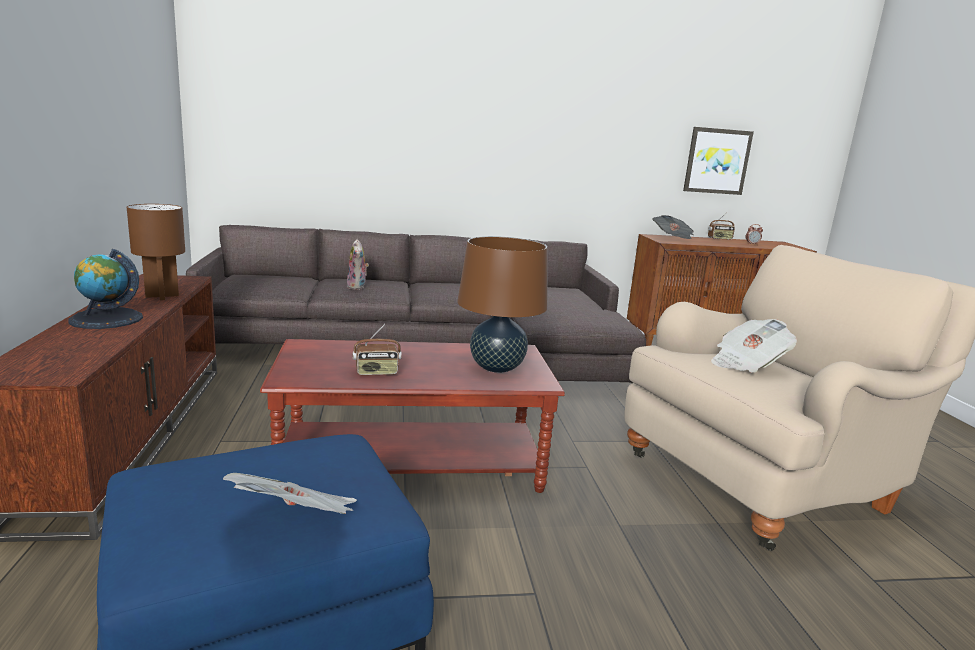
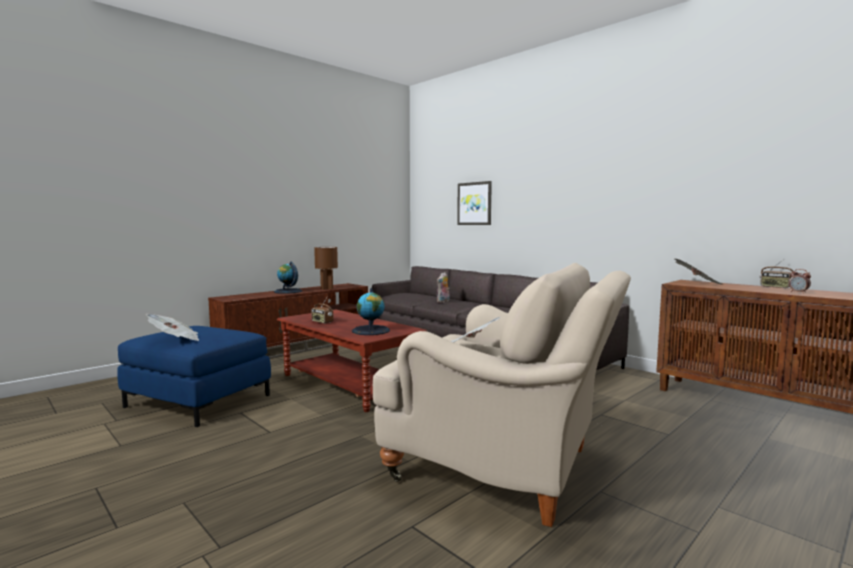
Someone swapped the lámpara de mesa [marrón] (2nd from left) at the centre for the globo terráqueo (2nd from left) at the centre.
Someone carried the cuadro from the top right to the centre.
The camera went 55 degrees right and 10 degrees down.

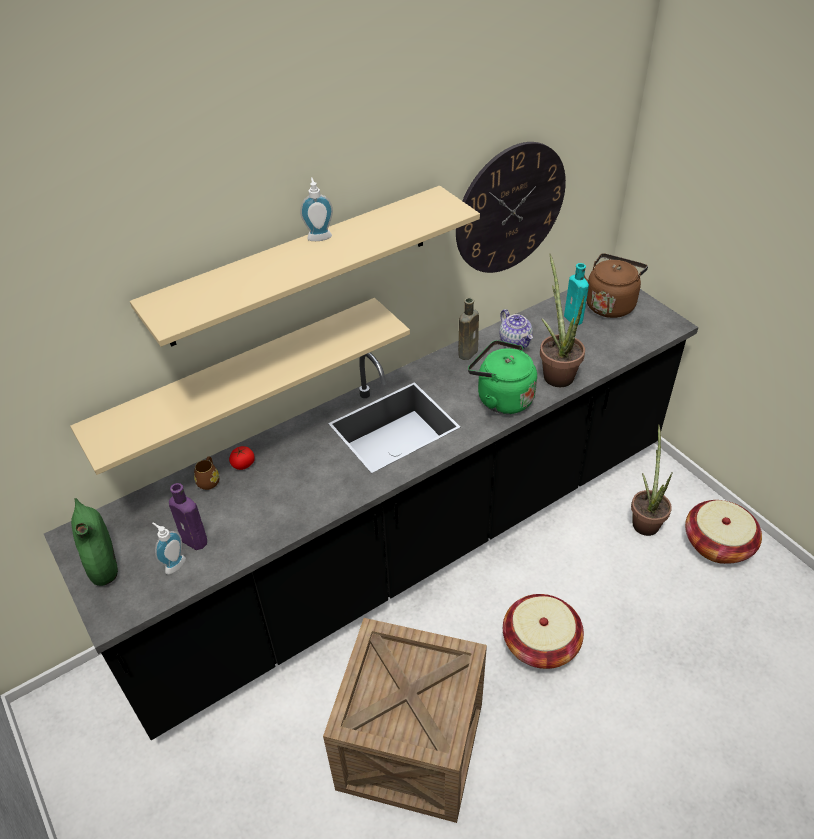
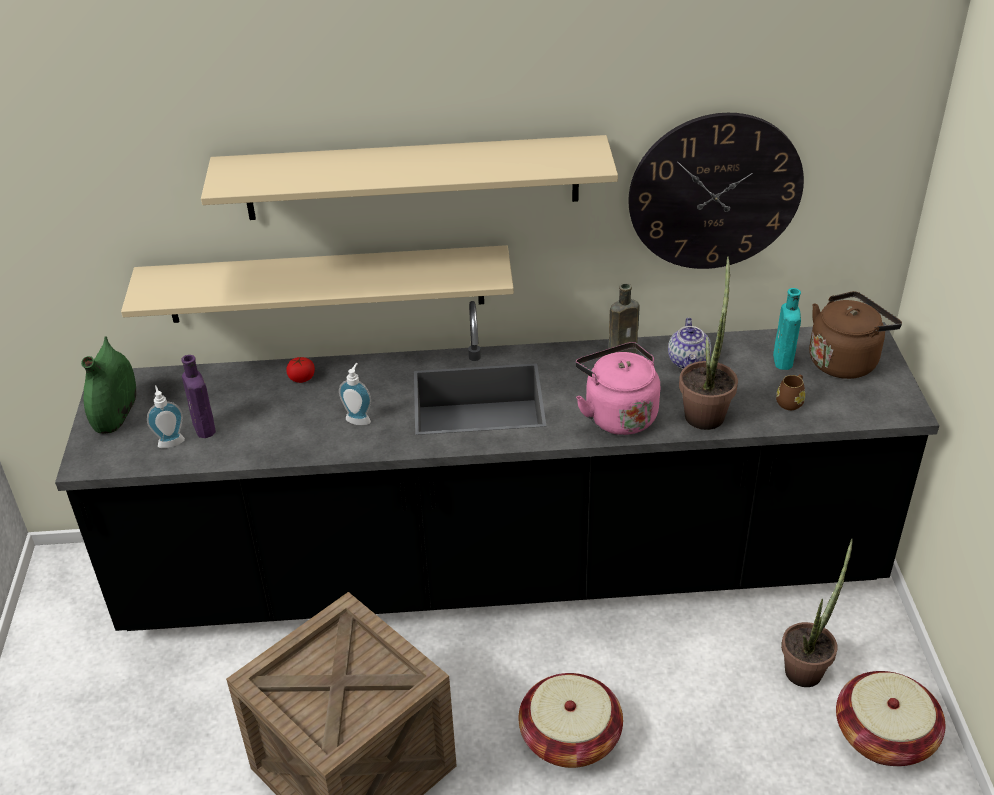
Someone carried the taza grande [marrón] from the middle left to the middle right.
Someone carried the dispensador de jabón (2nd from left) from the top centre to the centre.
Someone repainted the hervidor [verde] at the centre, which became the hervidor [rosa] at the centre.
The camera went 30 degrees right and 5 degrees down.

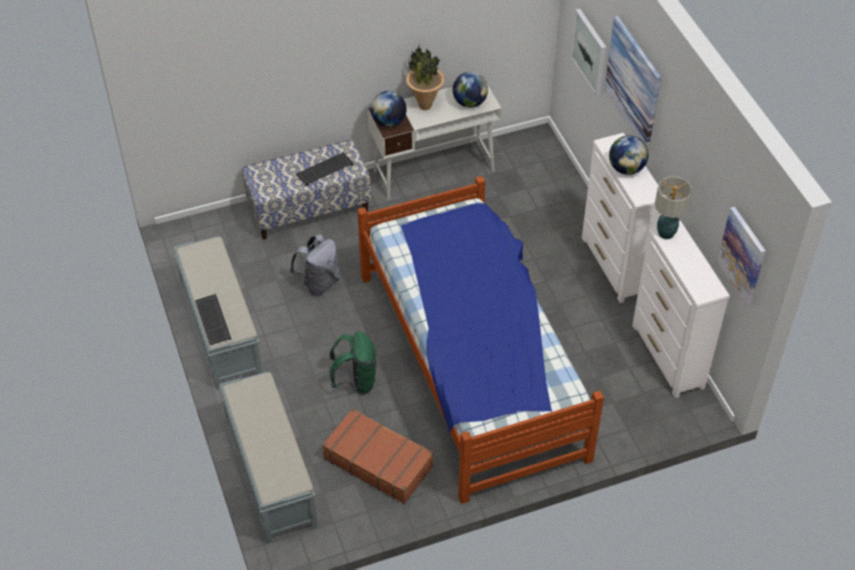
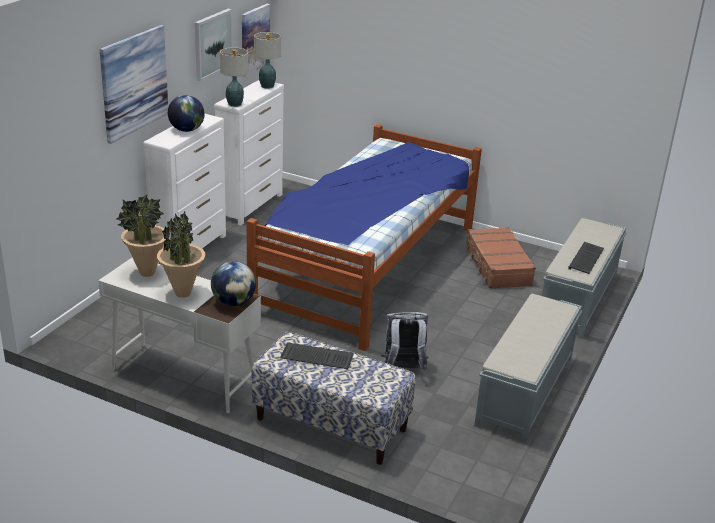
Someone carried the teclado (1st from left in the first image) from the middle left to the middle right.
Someone took away the mochila [verde] at the centre.
Someone swapped the globo terráqueo (2nd from left) at the top centre for the planta en maceta (1st from left) at the middle left.
Someone carried the cuadro (1st from left in the first image) from the top right to the top left.
Someone put down the lámpara de mesa (2nd from left) at the top centre.
The camera went 135 degrees left and 20 degrees down.

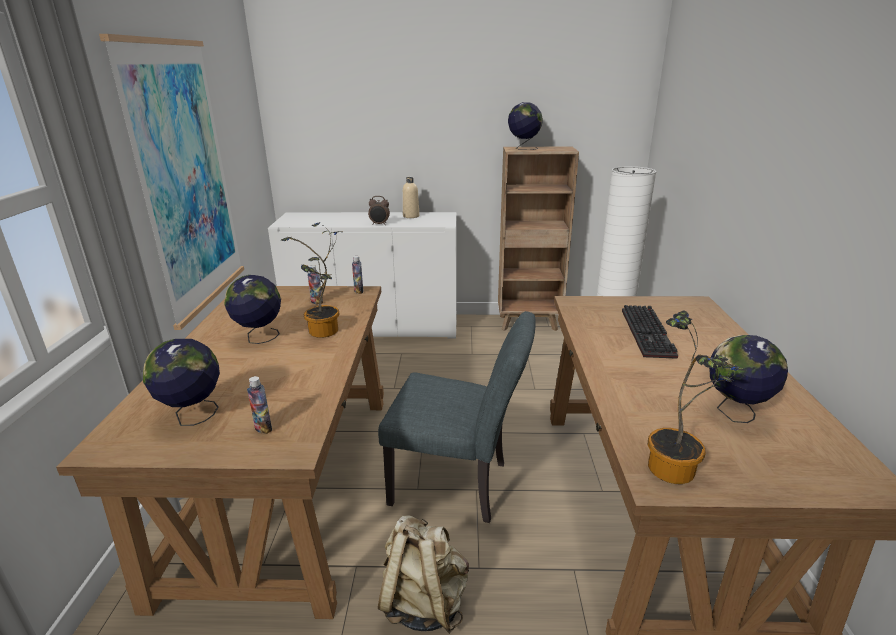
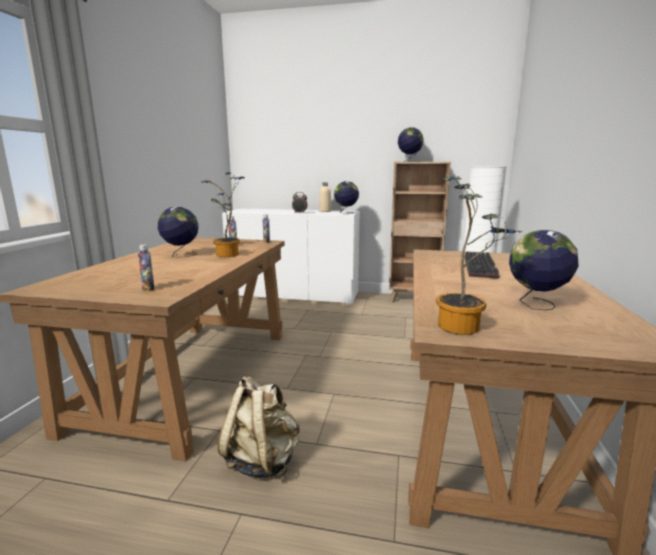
Someone took away the cuadro at the top left.
Someone carried the globo terráqueo (1st from left in the first image) from the middle left to the centre.
Someone took away the silla [gris] at the centre.
The camera went 10 degrees right and 10 degrees down.

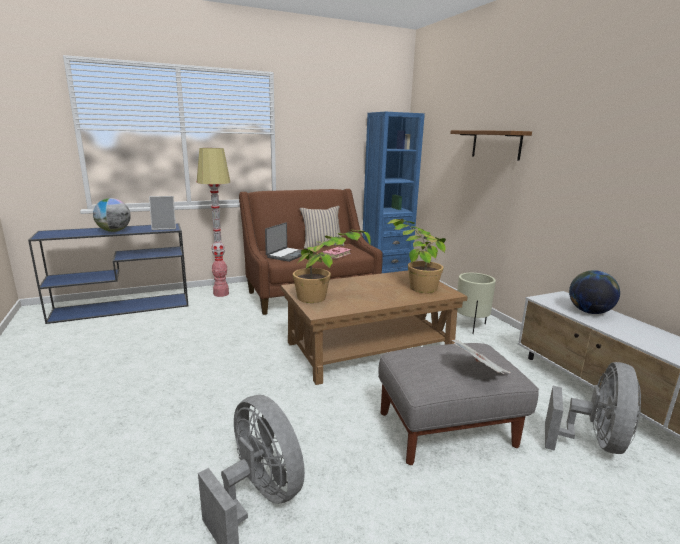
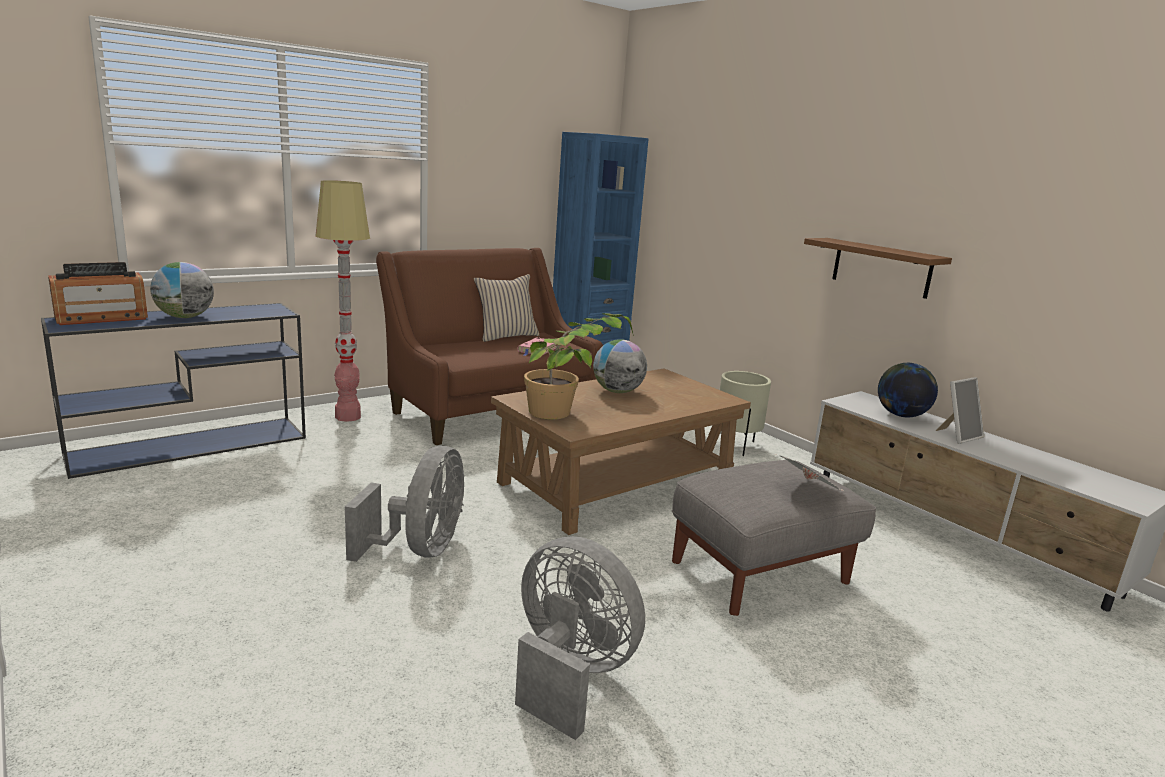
Someone carried the portarretratos from the middle left to the middle right.
Someone took away the portátil at the centre.
Someone took away the planta en maceta (2nd from left) at the centre.
Someone carried the estante [marrón] from the top right to the middle right.
Someone carried the ventilador [gris] (2nd from left in the first image) from the bottom right to the centre.
Someone put down the radio at the middle left.
Someone put down the globo terráqueo (2nd from left) at the centre.
The camera went 15 degrees left and 0 degrees up.

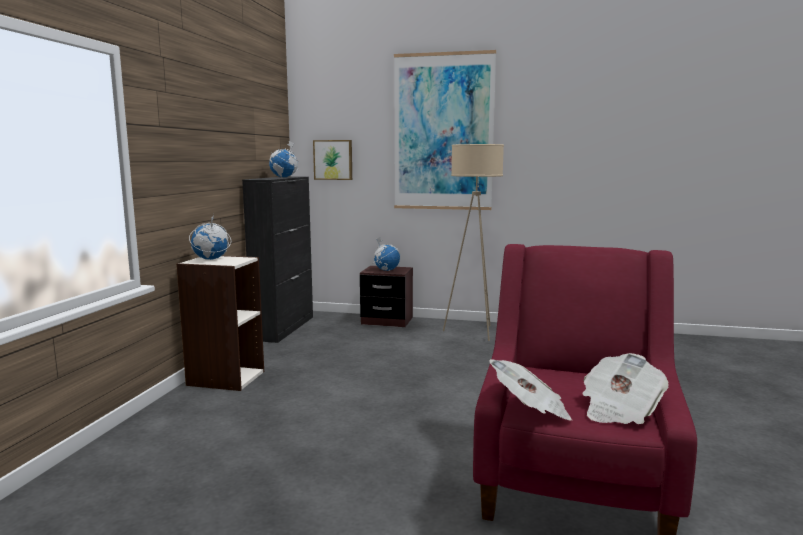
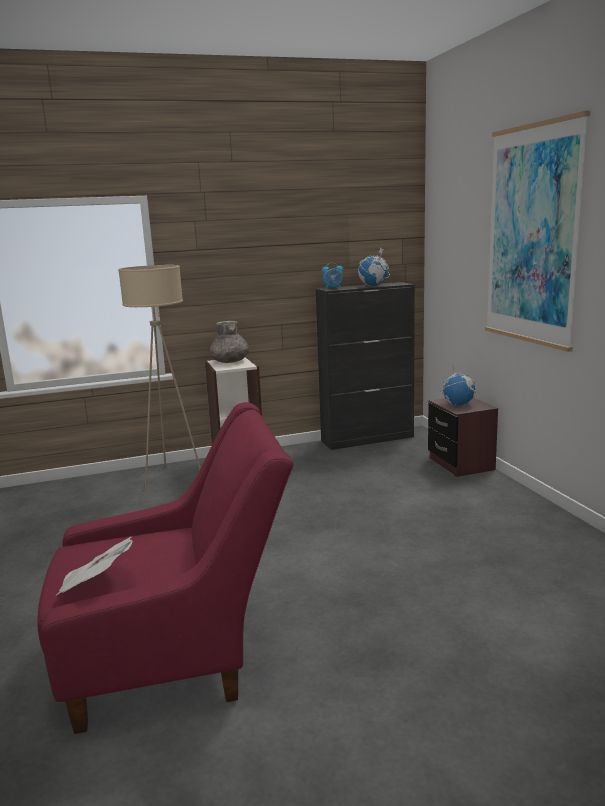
Someone swapped the globo terráqueo (1st from left) at the middle left for the florero [gris] at the centre.
Someone took away the cuadro (1st from left) at the top centre.
Someone carried the lámpara de pie [beis] from the centre to the middle left.
Someone took away the periódico (1st from left) at the bottom centre.
Someone put down the despertador at the centre.
The camera went 60 degrees right and 5 degrees up.

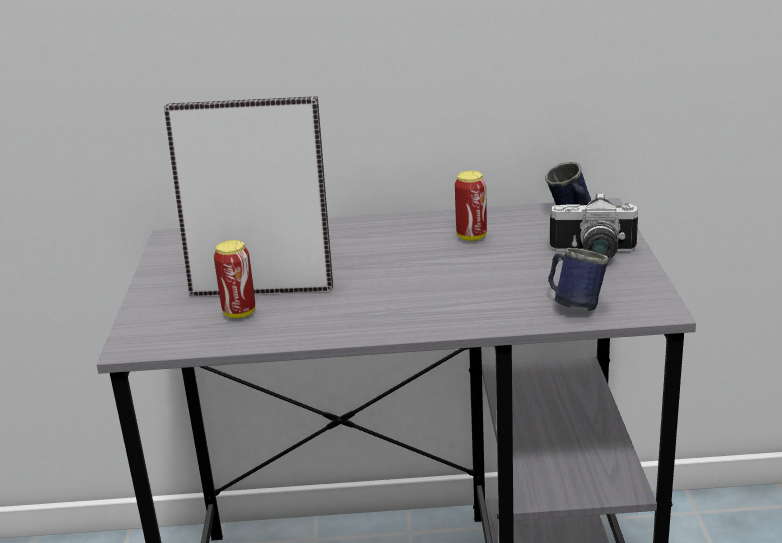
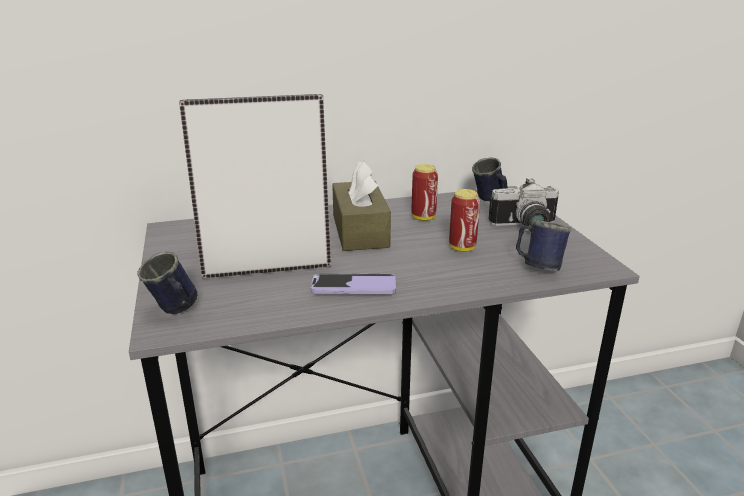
Someone carried the lata (1st from left in the first image) from the middle left to the centre.
Someone put down the taza grande [azul] (1st from left) at the middle left.
Someone put down the móvil at the centre.
Someone put down the caja de pañuelos [marrón] at the centre.
The camera went 15 degrees left and 0 degrees up.

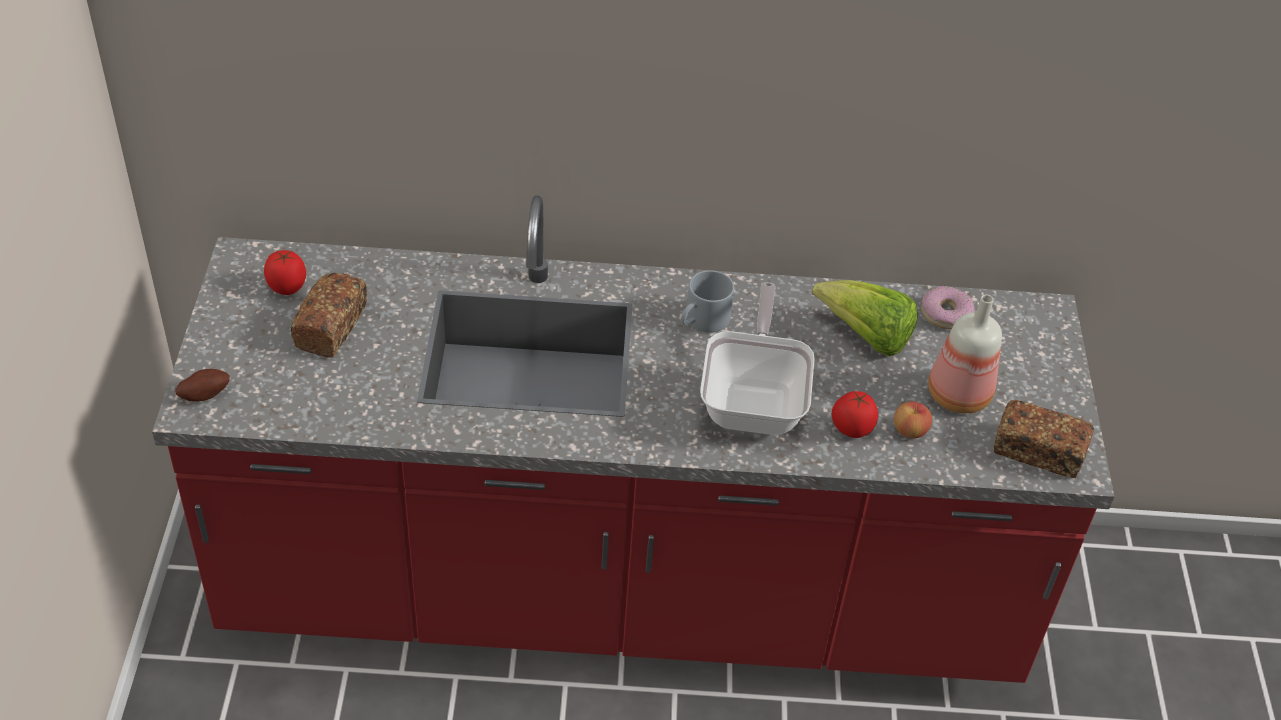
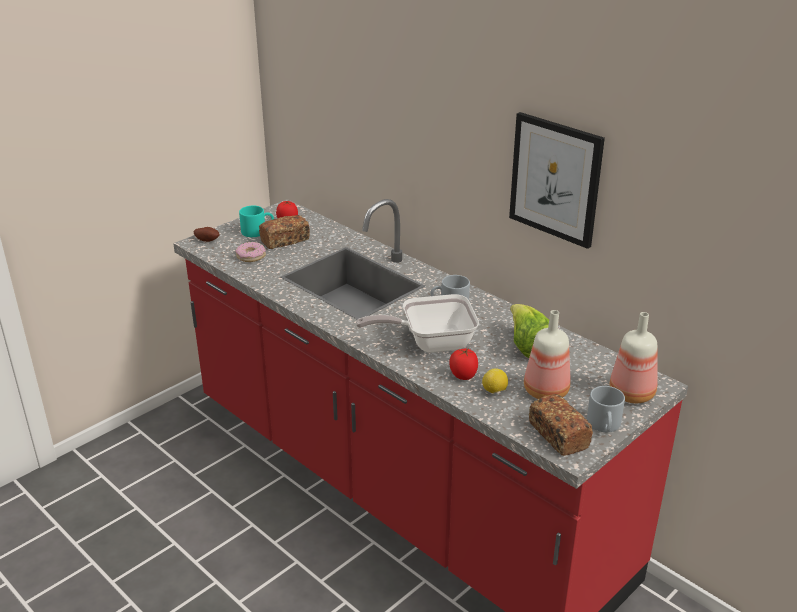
Someone rotated the sartén at the centre by 150 degrees counterclockwise.
Someone swapped the manzana at the middle right for the limón at the centre.
Someone carried the rosquilla from the middle right to the middle left.
Someone put down the taza grande [turquesa] at the middle left.
Someone put up the cuadro at the top right.
Someone put down the taza grande [gris] (2nd from left) at the bottom right.
Someone put down the botella (2nd from left) at the middle right.
The camera went 45 degrees right and 15 degrees down.

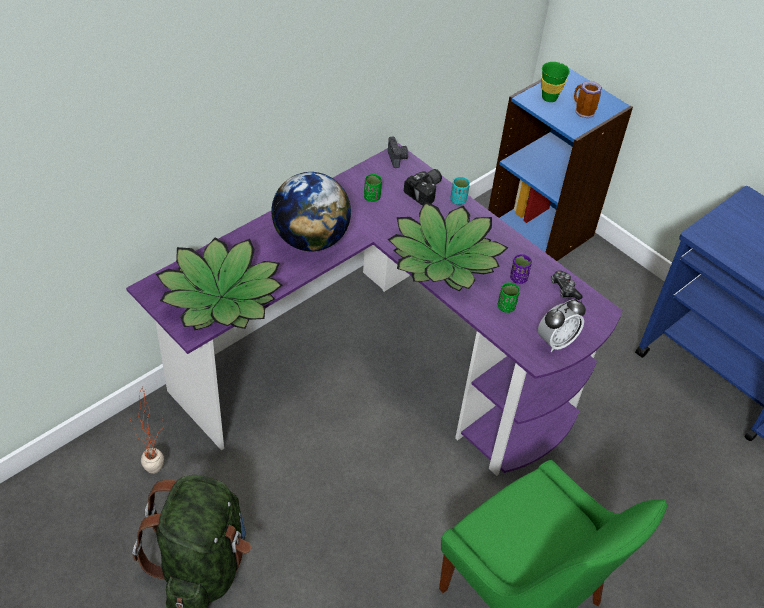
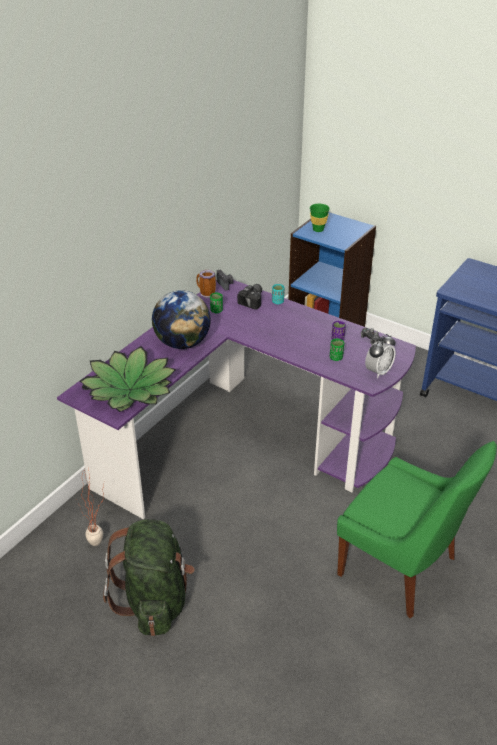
Someone took away the planta en maceta (3rd from left) at the centre.
Someone carried the taza grande from the top right to the centre.
The camera went 10 degrees left and 10 degrees down.

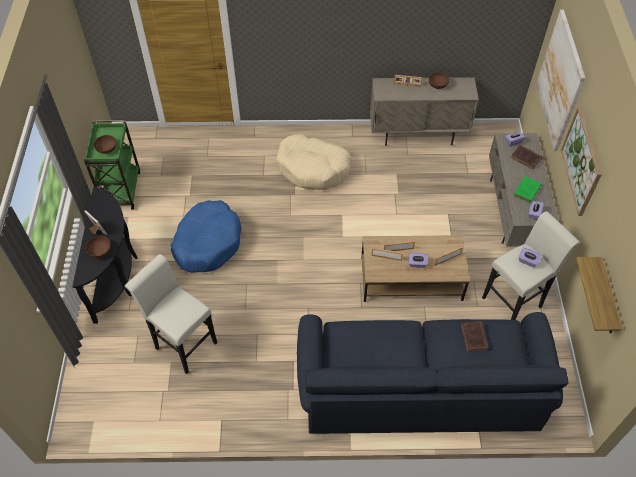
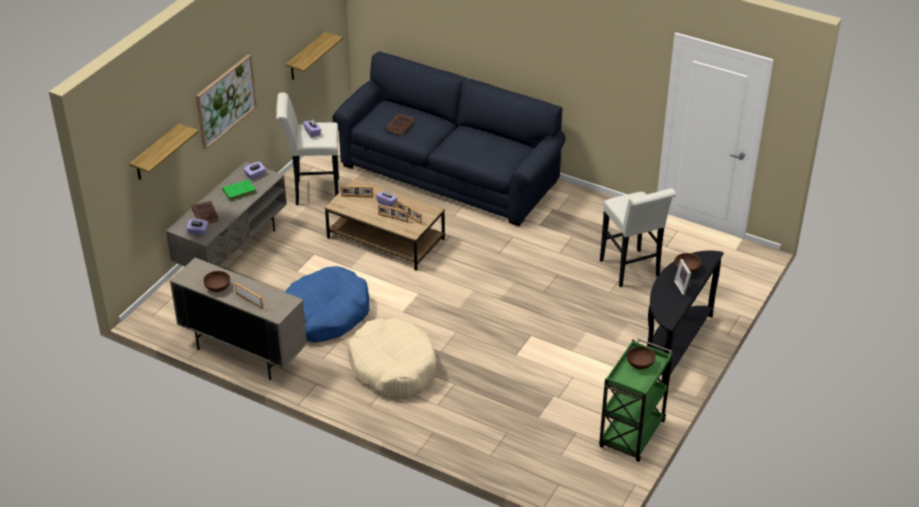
Someone carried the cama para perro [azul] from the middle left to the centre.
Someone swapped the cuadro (1st from left) at the top right for the estante (1st from left) at the top left.
The camera went 150 degrees left and 15 degrees down.

